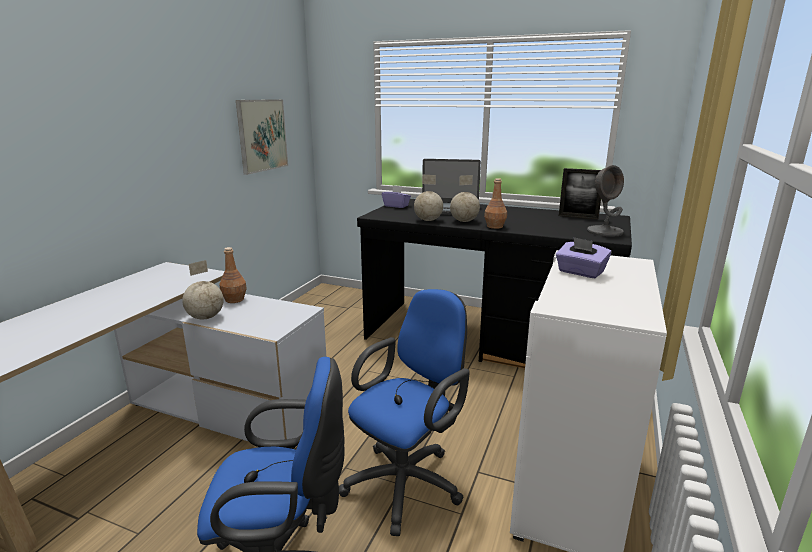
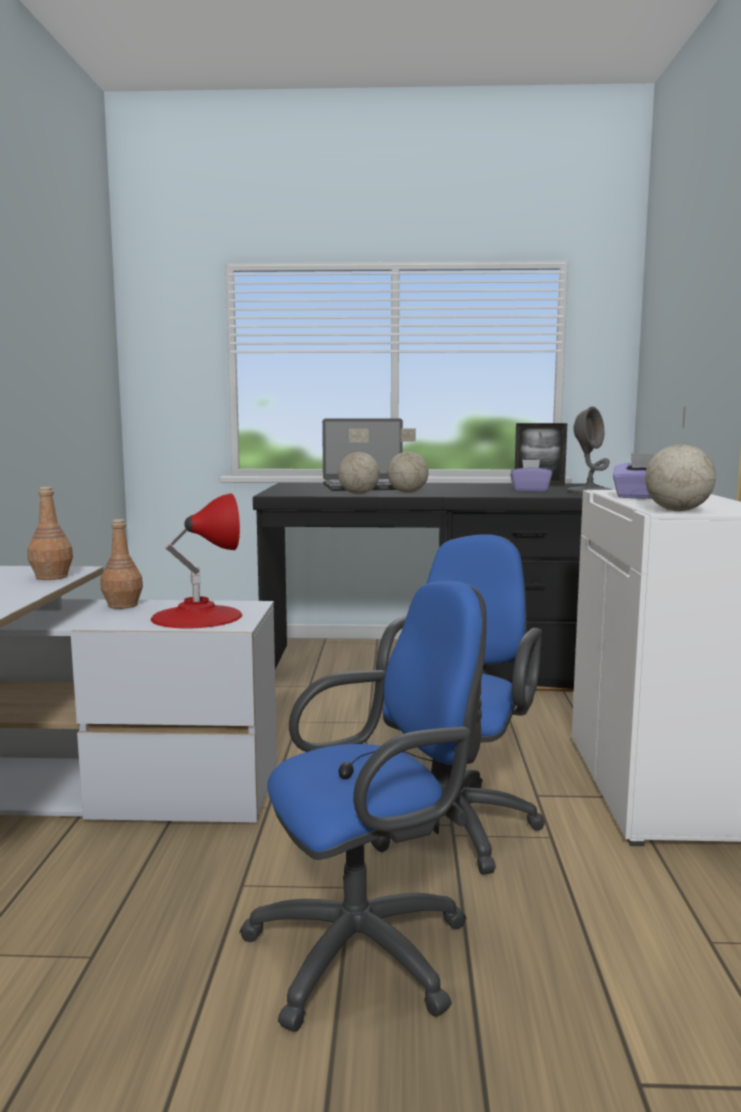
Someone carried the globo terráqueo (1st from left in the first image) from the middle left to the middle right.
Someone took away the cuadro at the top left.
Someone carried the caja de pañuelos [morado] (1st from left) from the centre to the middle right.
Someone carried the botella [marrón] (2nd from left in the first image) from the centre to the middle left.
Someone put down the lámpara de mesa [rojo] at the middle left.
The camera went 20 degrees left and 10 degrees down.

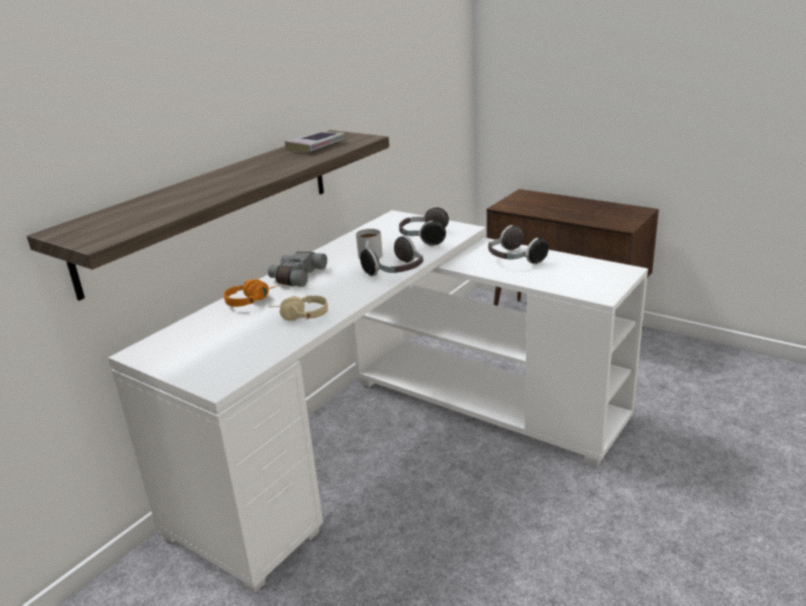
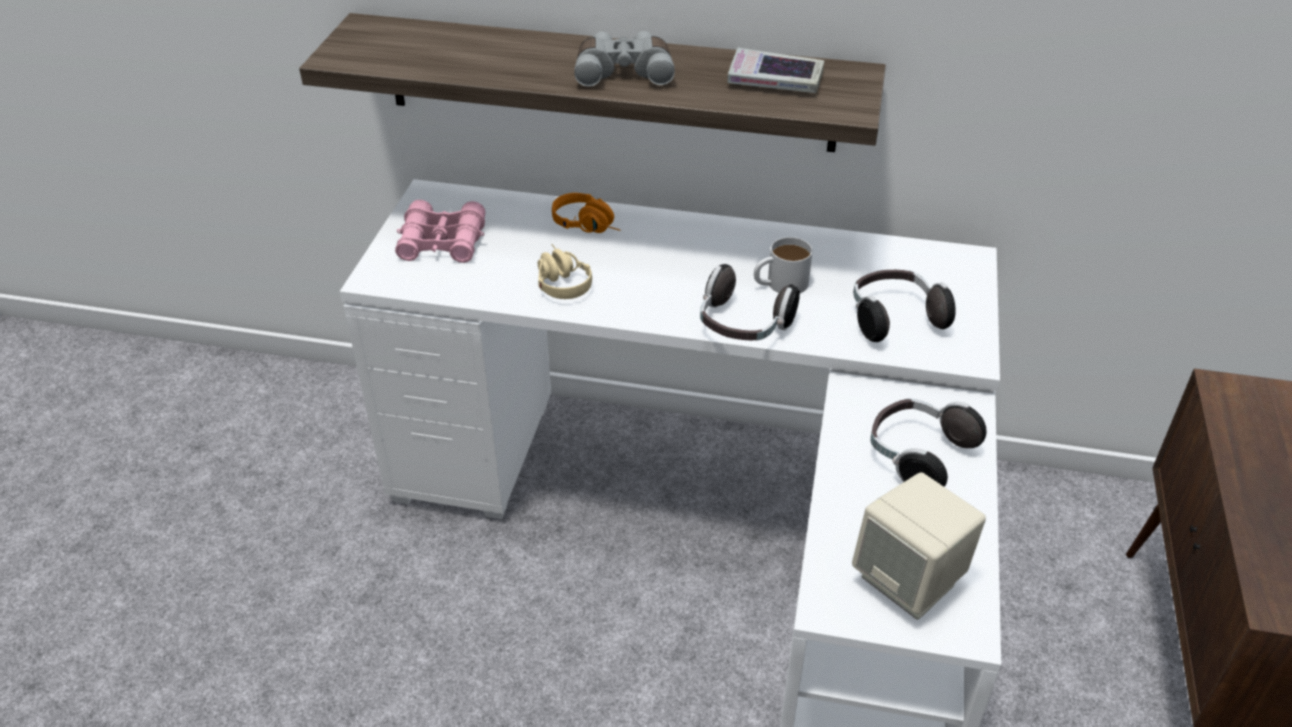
Someone carried the prismáticos [gris] from the centre to the top centre.
Someone put down the prismáticos [rosa] at the top centre.
Someone put down the altavoz [beis] at the bottom right.
The camera went 65 degrees right and 15 degrees up.

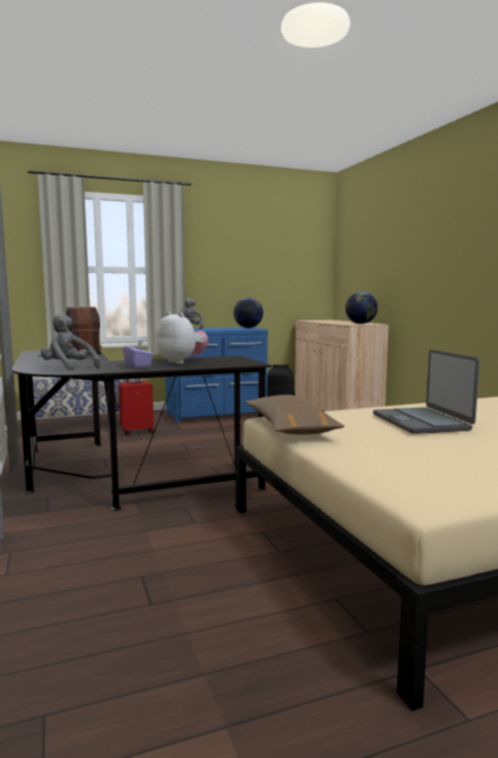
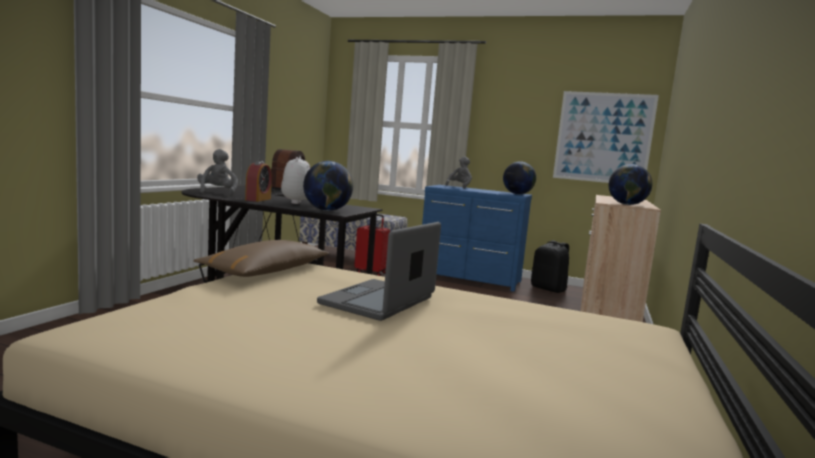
Someone swapped the caja de pañuelos [morado] at the middle left for the despertador at the middle left.
Someone put down the globo terráqueo (1st from left) at the centre.
Someone put up the cuadro at the top right.
The camera went 40 degrees right and 0 degrees up.

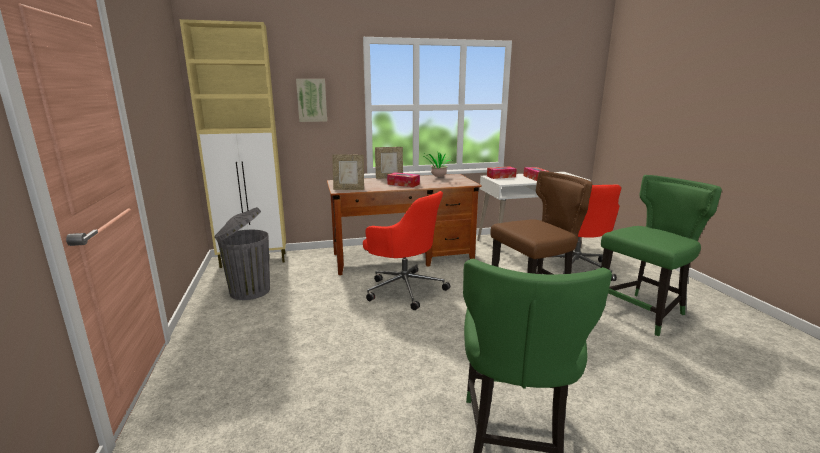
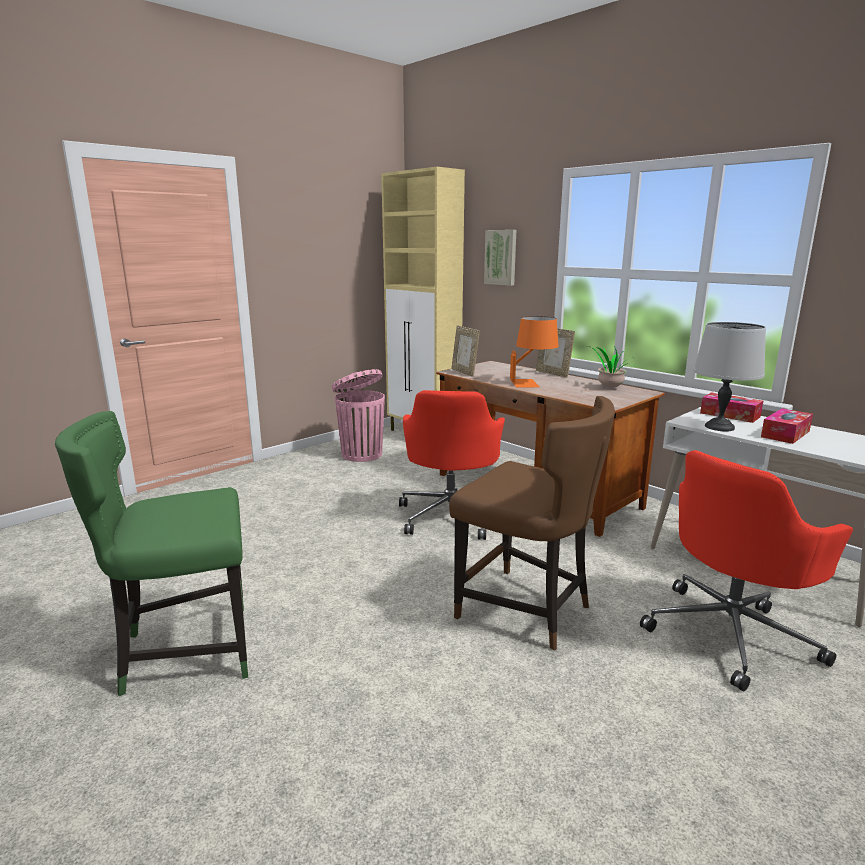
Someone repainted the papelera [gris] at the middle left, which became the papelera [rosa] at the centre.
Someone swapped the caja de pañuelos (1st from left) at the centre for the lámpara de mesa [naranja] at the centre.
Someone took away the silla [verde] (2nd from left) at the middle right.
Someone put down the lámpara de mesa [gris] at the middle right.
The camera went 60 degrees right and 0 degrees up.

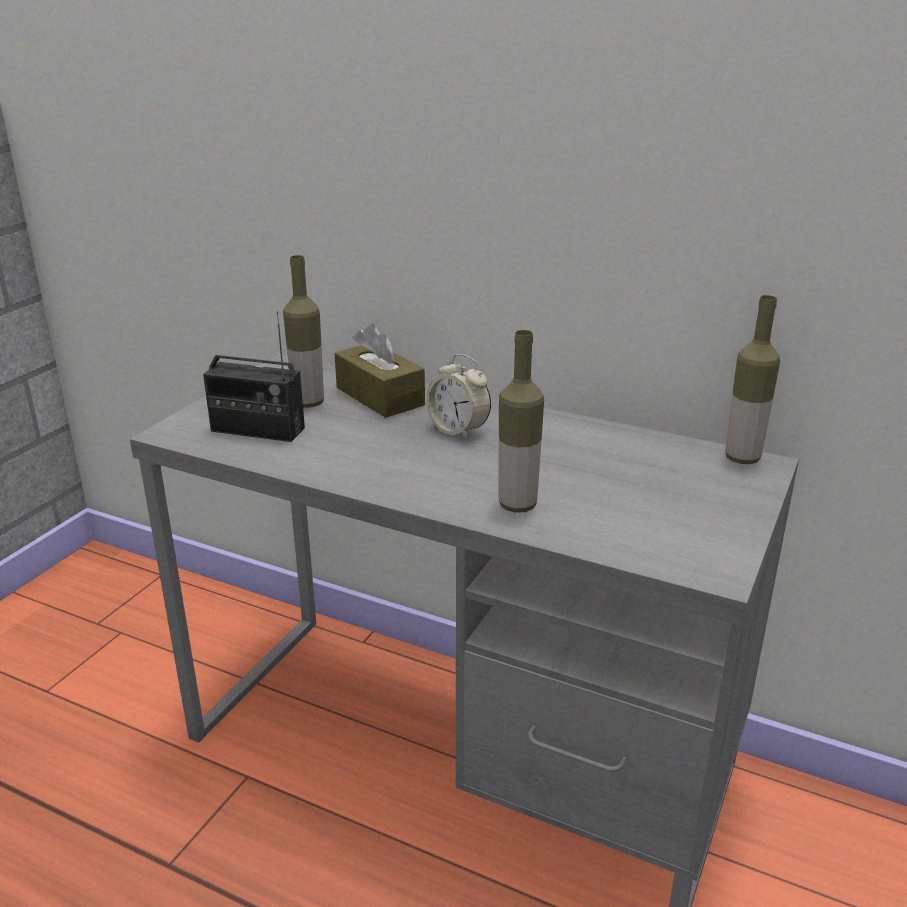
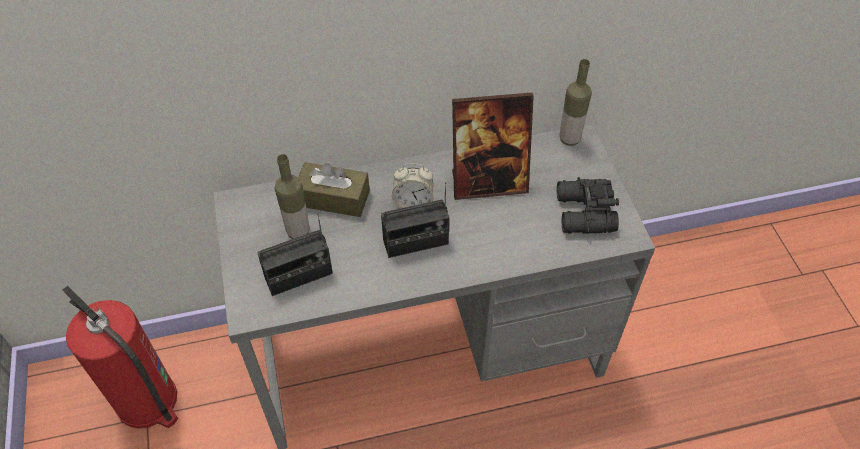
Someone took away the botella (2nd from left) at the centre.
Someone put down the extintor at the bottom left.
Someone put down the radio (2nd from left) at the centre.
Someone put down the portarretratos at the top centre.
Someone put down the prismáticos [negro] at the middle right.
The camera went 40 degrees left and 25 degrees up.

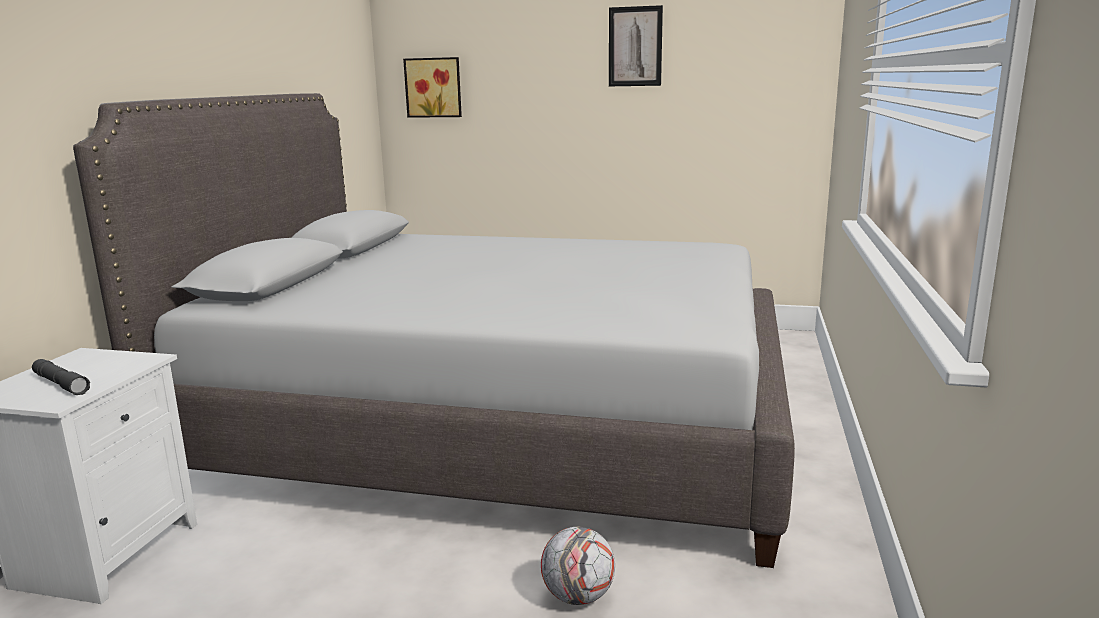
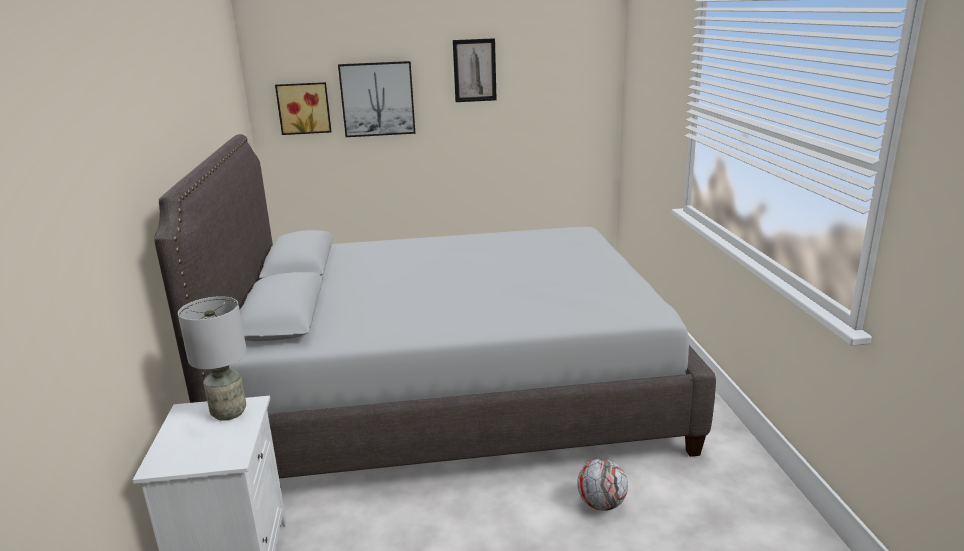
Someone took away the linterna [gris] at the middle left.
Someone put down the lámpara de mesa [gris] at the middle left.
Someone put up the cuadro (2nd from left) at the top centre.
The camera went 20 degrees left and 5 degrees up.

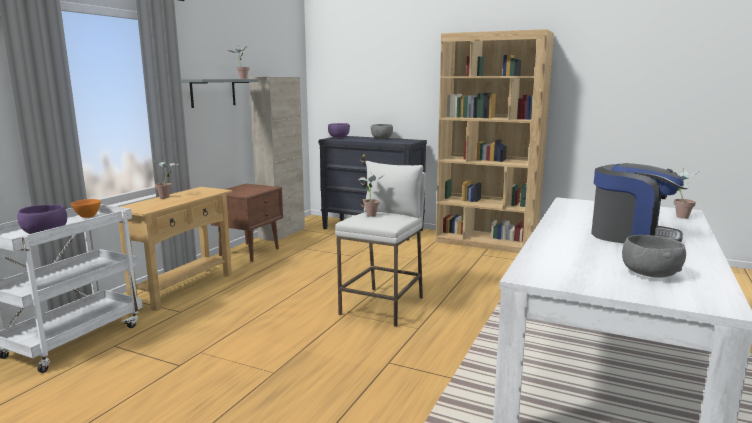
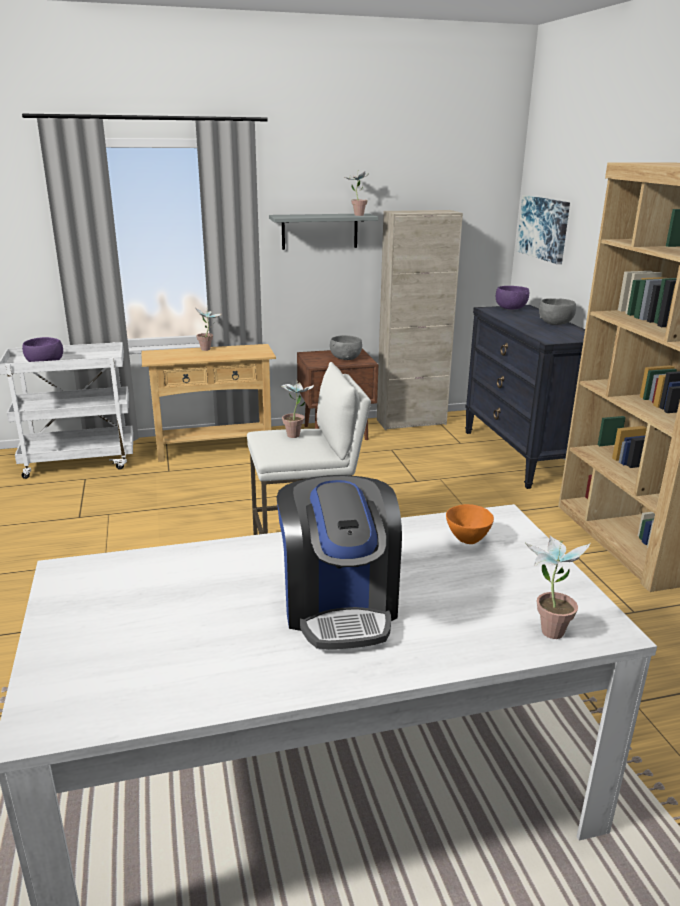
Someone carried the cuenco [naranja] from the middle left to the middle right.
Someone carried the cuenco [gris] (2nd from left in the first image) from the middle right to the centre.
Someone put up the cuadro at the top right.
The camera went 50 degrees right and 10 degrees up.

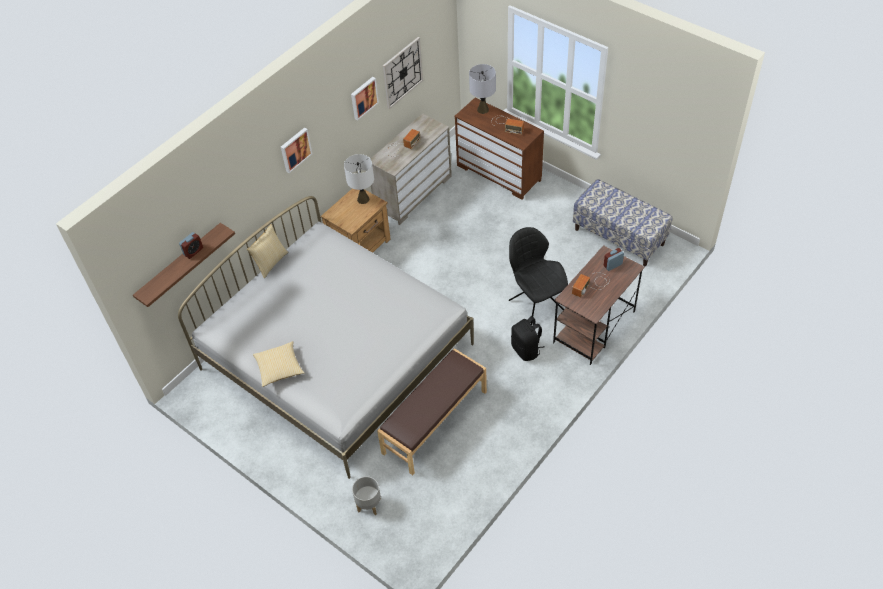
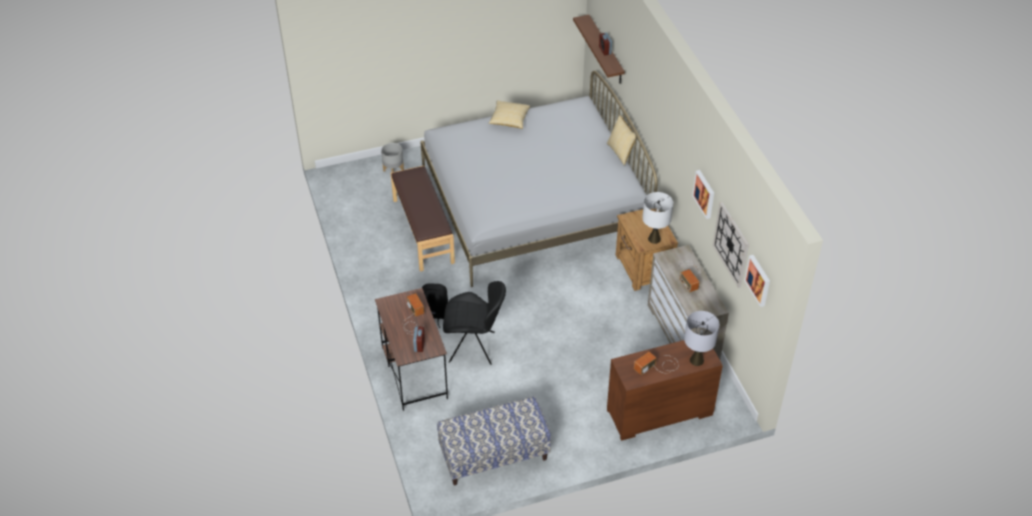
Someone carried the cuadro (1st from left in the first image) from the top centre to the middle right.
The camera went 120 degrees right and 5 degrees down.

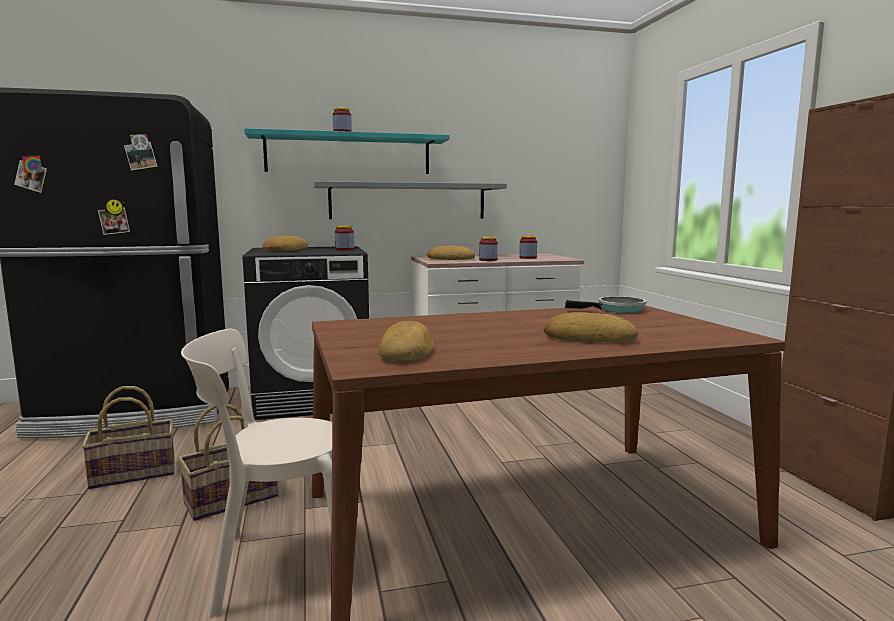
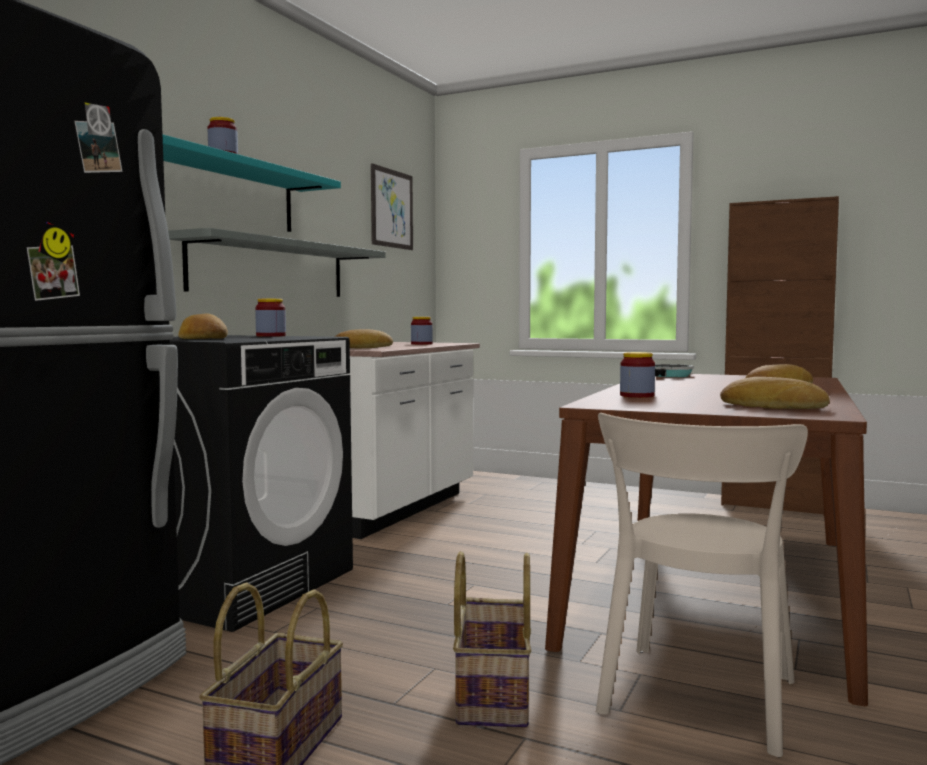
Someone carried the tarro (3rd from left in the first image) from the centre to the middle right.
Someone put up the cuadro at the top centre.
The camera went 50 degrees left and 5 degrees down.

